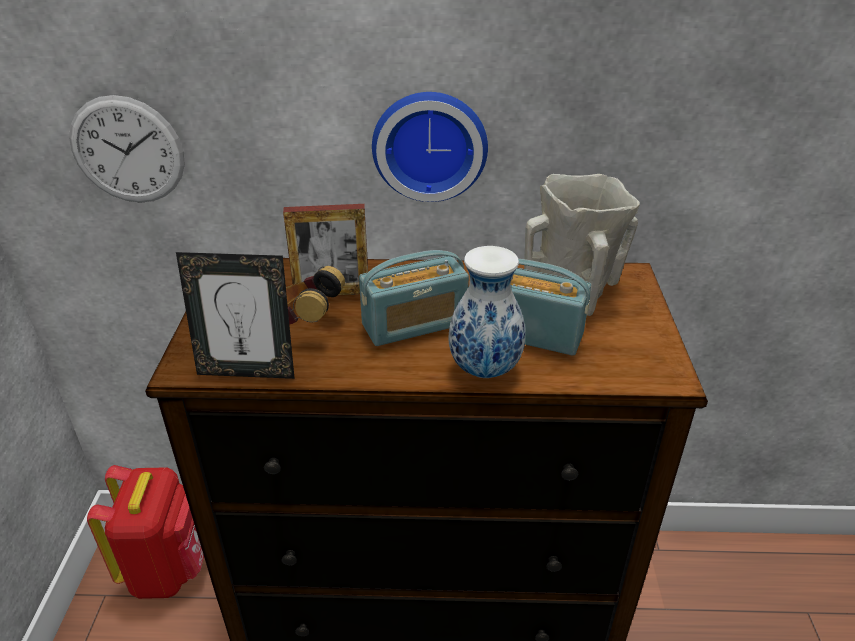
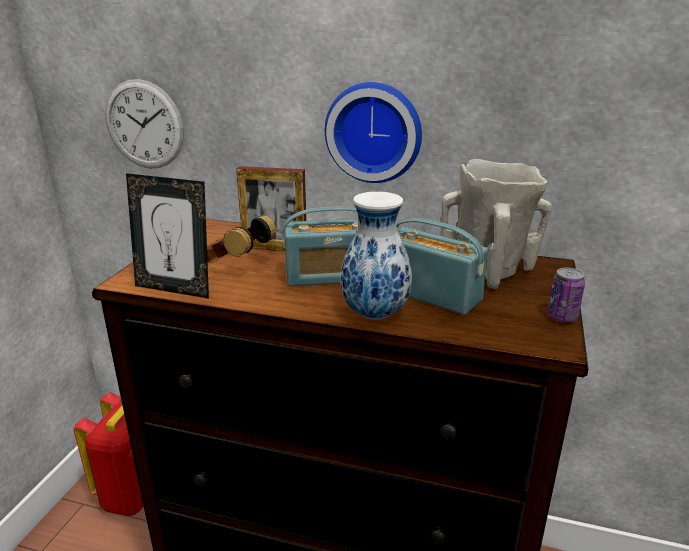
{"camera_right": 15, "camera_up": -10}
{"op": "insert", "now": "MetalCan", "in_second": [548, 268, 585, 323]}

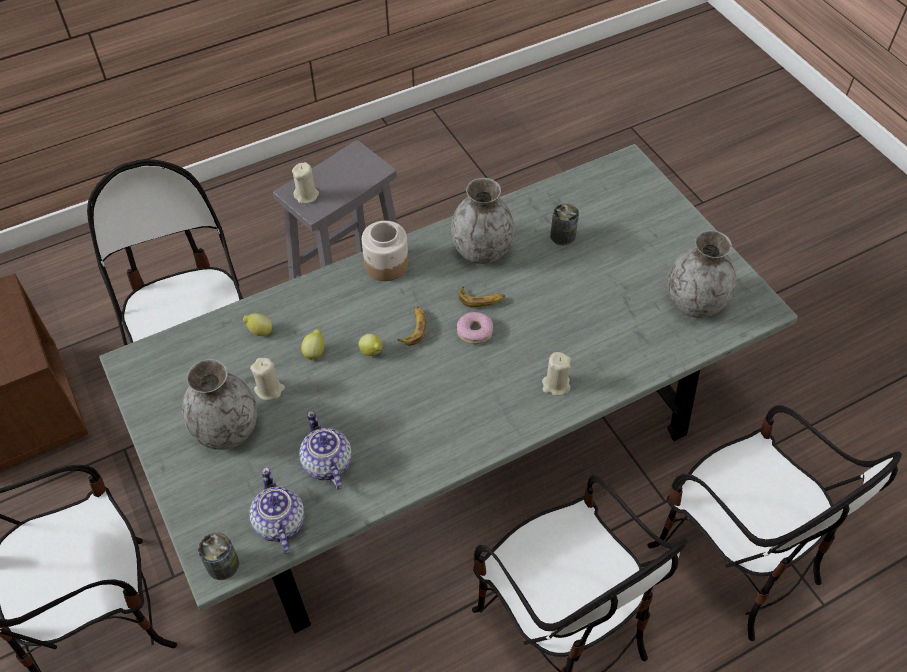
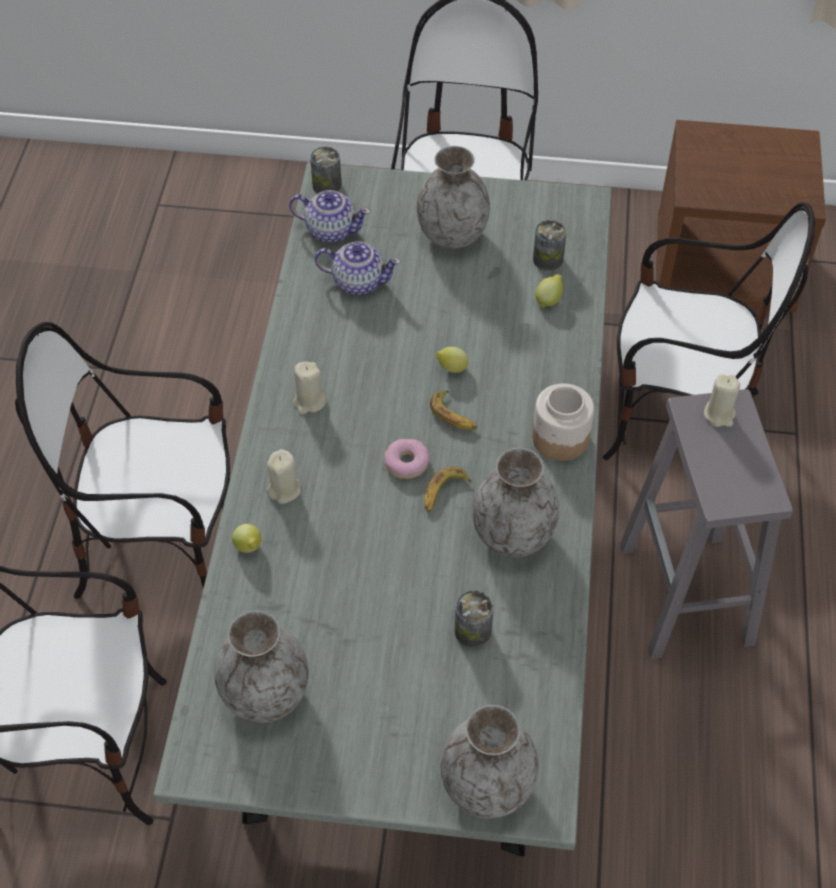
{"camera_right": 125, "camera_up": 0}
{"op": "move", "was": "Lemon", "in_first": [301, 329, 324, 361], "in_second": [232, 524, 262, 553]}
{"op": "move", "was": "SandColouredCandle", "in_first": [250, 358, 285, 400], "in_second": [293, 362, 327, 414]}
{"op": "insert", "now": "GrayFlowerVase", "in_second": [440, 705, 539, 819]}
{"op": "insert", "now": "MetalCan", "in_second": [533, 220, 567, 271]}

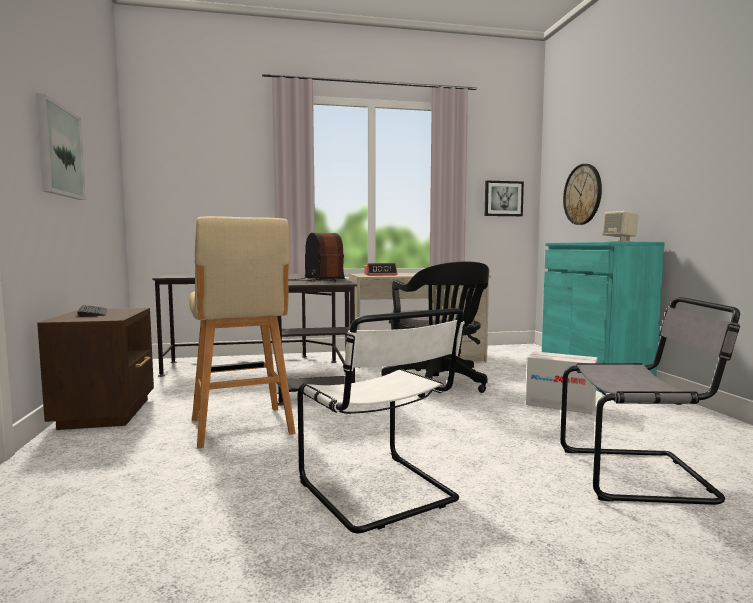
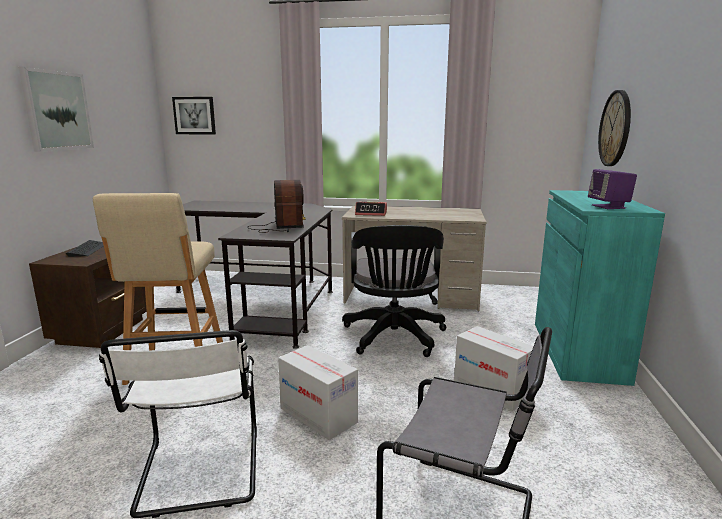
{"camera_right": 20, "camera_up": 10}
{"op": "move", "was": "Picture", "in_first": [485, 181, 524, 216], "in_second": [172, 97, 216, 134]}
{"op": "insert", "now": "PackingBox", "in_second": [278, 345, 358, 440]}
{"op": "recolor", "was": "SandColouredLoudspeaker", "now": "PurpleLoudspeaker", "in_first": [602, 211, 639, 242], "in_second": [588, 169, 637, 209]}

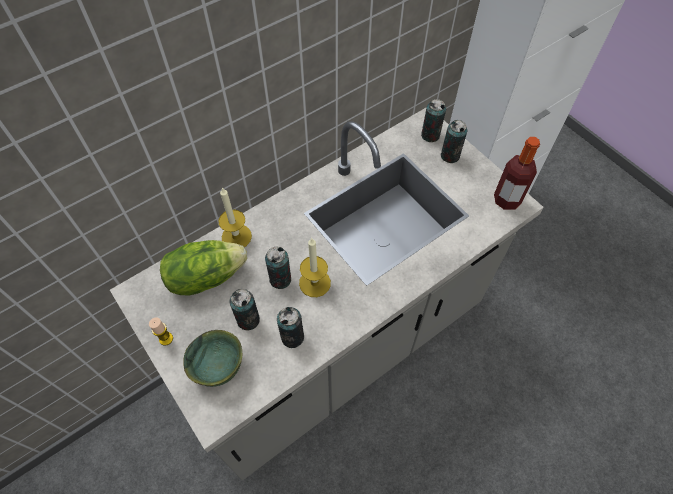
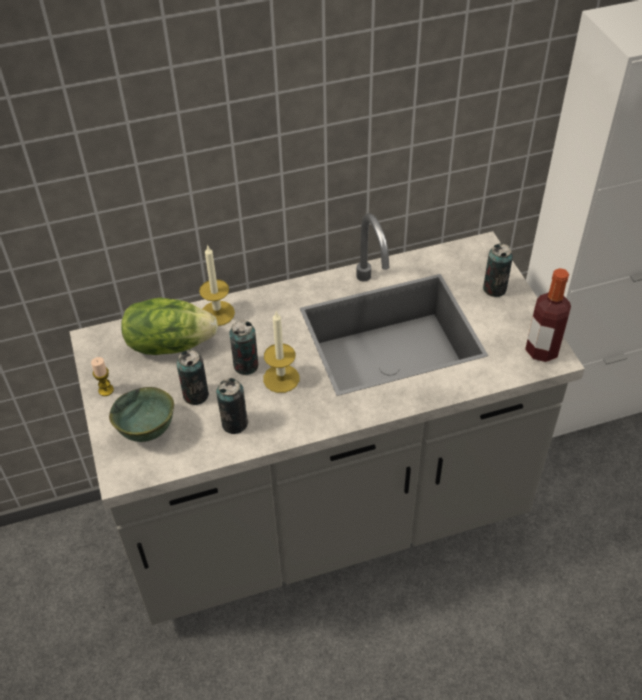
{"camera_right": 20, "camera_up": -10}
{"op": "delete", "was": "MetalCan", "in_first": [421, 99, 446, 142]}

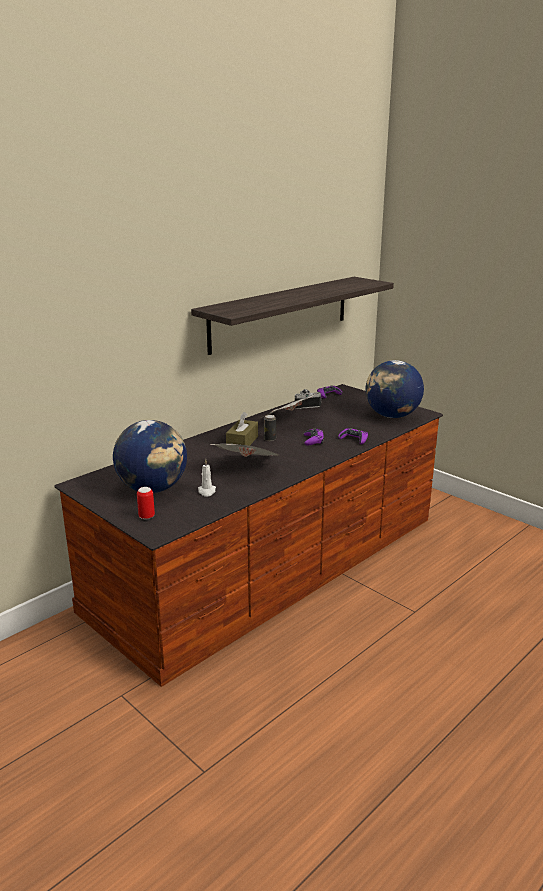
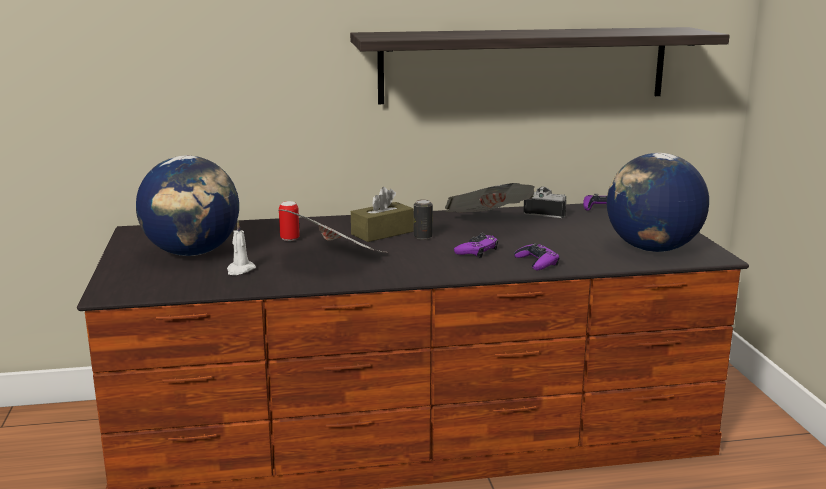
{"camera_right": 35, "camera_up": -5}
{"op": "move", "was": "MetalCan", "in_first": [137, 487, 155, 520], "in_second": [279, 201, 300, 241]}

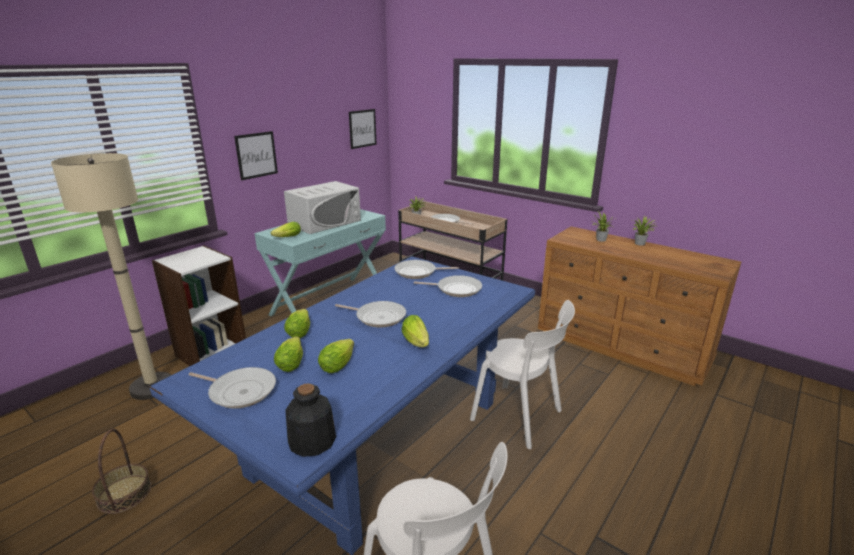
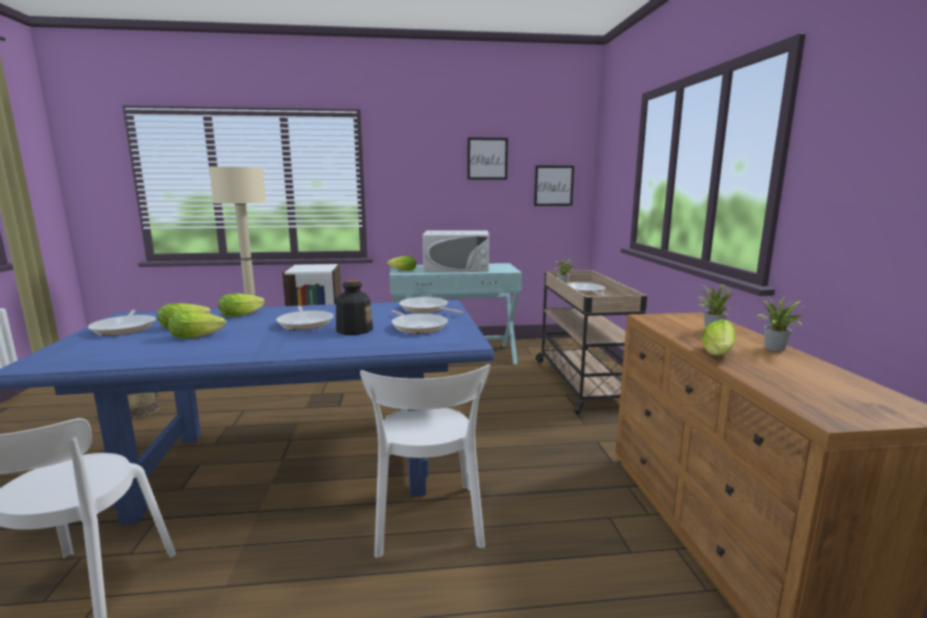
{"camera_right": 45, "camera_up": -10}
{"op": "move", "was": "BeverageBottle", "in_first": [285, 383, 336, 457], "in_second": [336, 280, 373, 335]}
{"op": "move", "was": "Picture", "in_first": [234, 131, 278, 180], "in_second": [468, 137, 508, 180]}
{"op": "move", "was": "LettuceHead", "in_first": [402, 315, 429, 347], "in_second": [702, 319, 736, 355]}

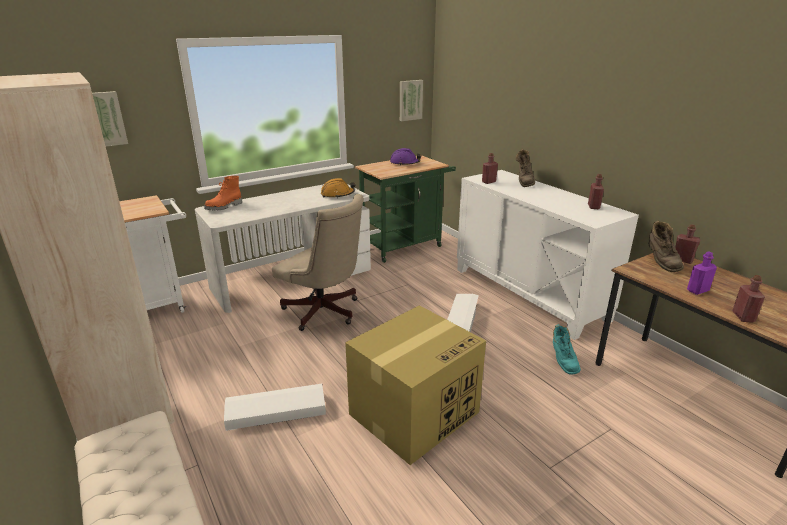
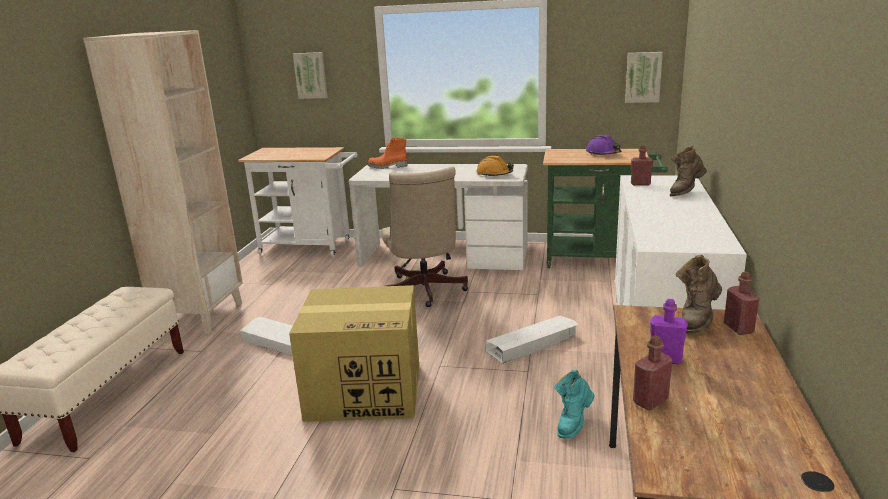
{"camera_right": 45, "camera_up": -5}
{"op": "delete", "was": "ReddishBeverageBottle", "in_first": [588, 174, 604, 209]}

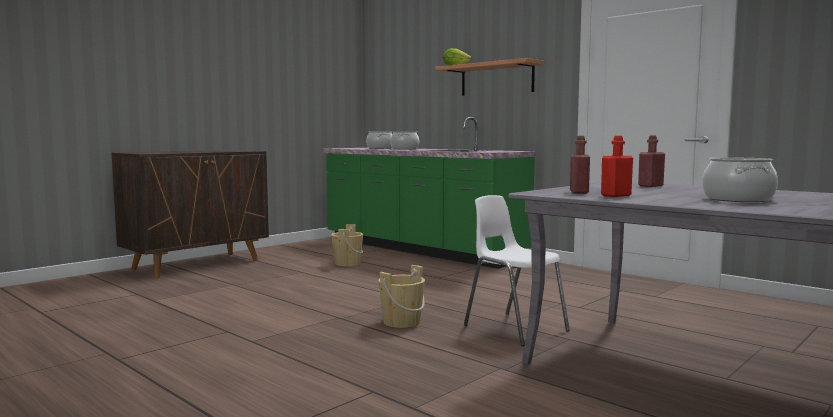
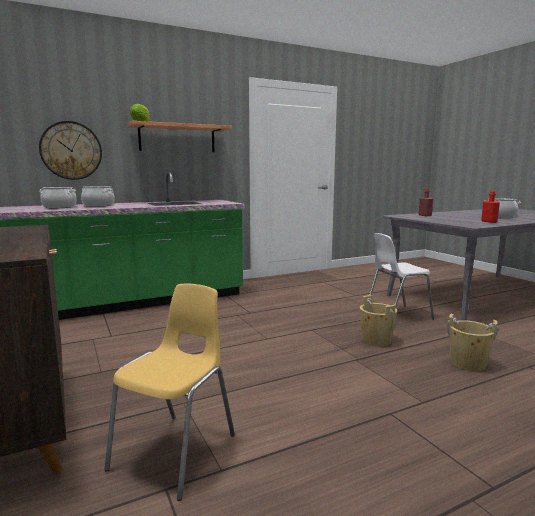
{"camera_right": -70, "camera_up": 5}
{"op": "insert", "now": "WallClock", "in_second": [39, 121, 102, 180]}
{"op": "insert", "now": "YellowishUprightChair", "in_second": [104, 283, 235, 501]}
{"op": "move", "was": "SandColouredPail", "in_first": [331, 224, 363, 266], "in_second": [447, 314, 499, 371]}
{"op": "delete", "was": "ReddishBeverageBottle", "in_first": [570, 136, 590, 194]}

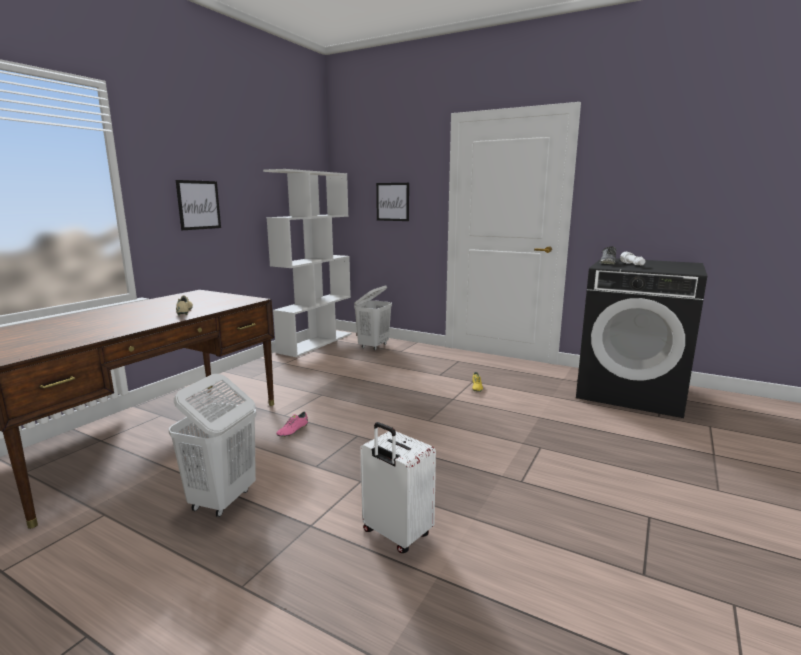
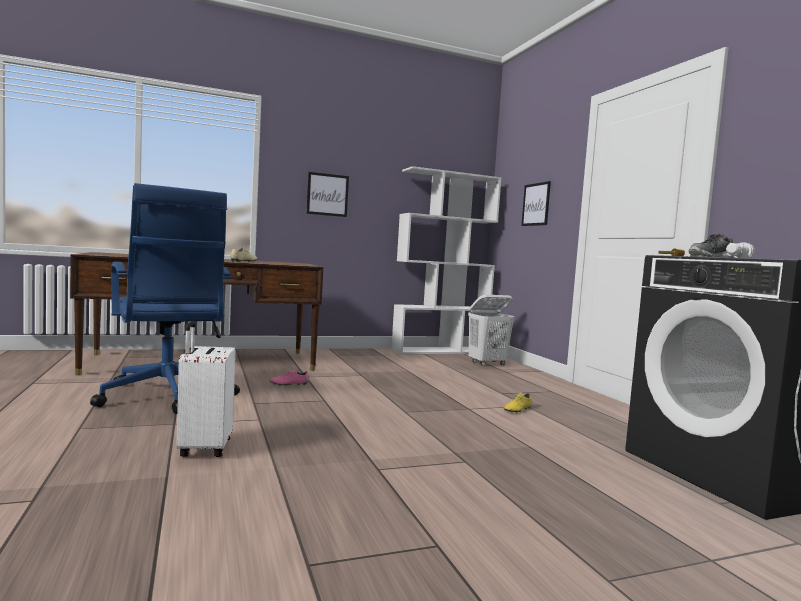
{"camera_right": 40, "camera_up": -10}
{"op": "replace", "was": "WhitishHamper", "now": "BluishDeskChair", "in_first": [168, 374, 256, 517], "in_second": [90, 183, 240, 414]}

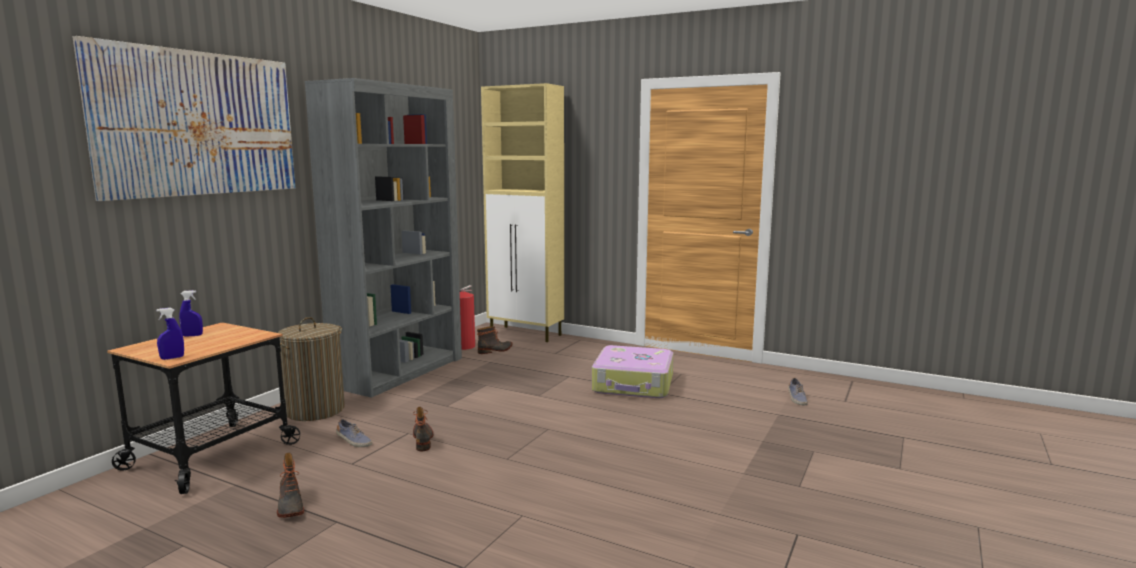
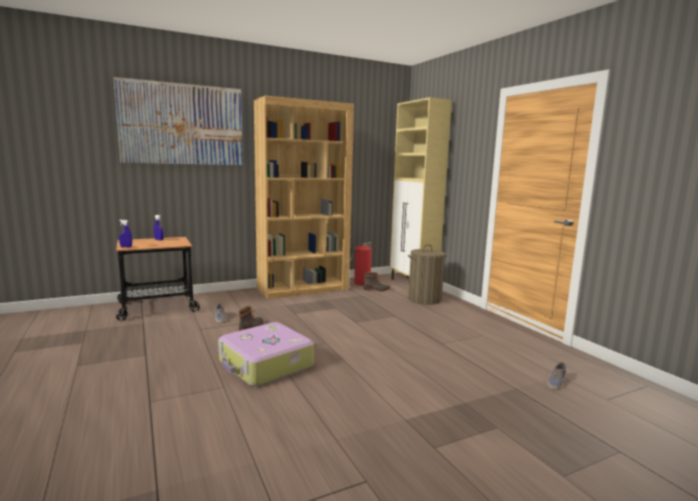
{"camera_right": 35, "camera_up": 0}
{"op": "move", "was": "PieceOfLuggage", "in_first": [592, 345, 674, 398], "in_second": [218, 322, 314, 387]}
{"op": "recolor", "was": "GrayShelvingUnit", "now": "BrownColouredShelvingUnit", "in_first": [305, 78, 462, 398], "in_second": [254, 96, 354, 299]}
{"op": "move", "was": "Hamper", "in_first": [278, 317, 345, 421], "in_second": [408, 244, 447, 305]}
{"op": "delete", "was": "Boot", "in_first": [277, 453, 304, 518]}

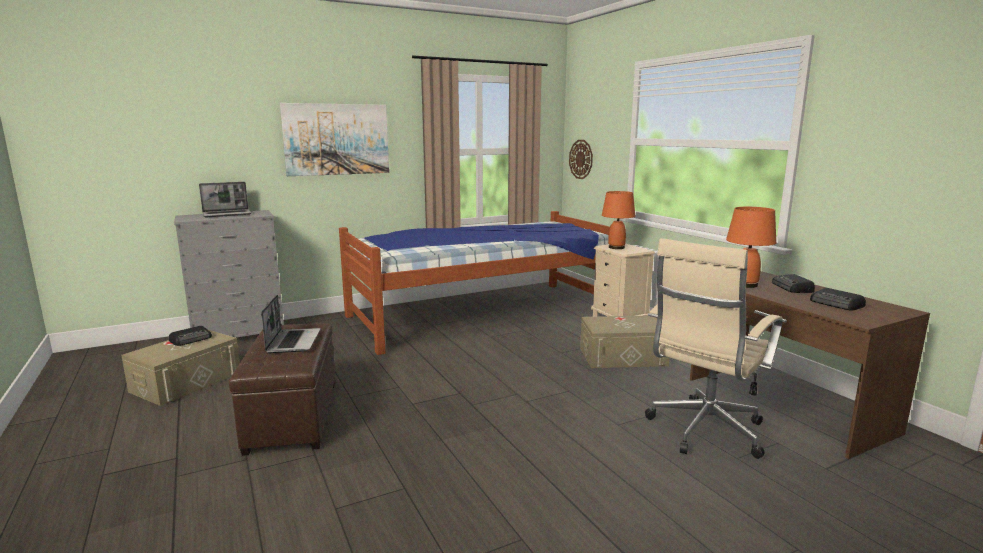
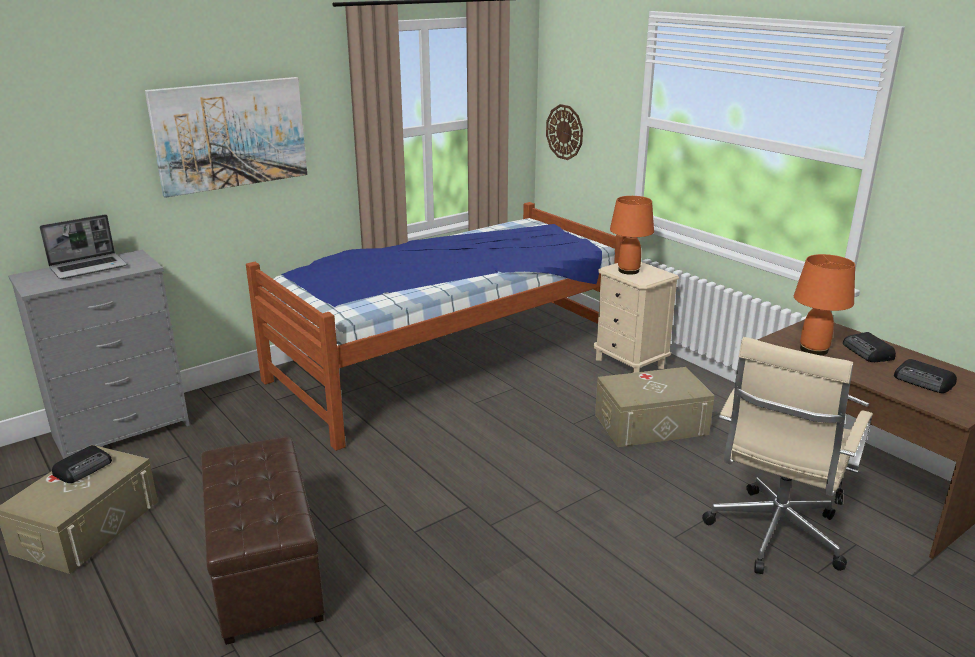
{"camera_right": -10, "camera_up": 10}
{"op": "delete", "was": "PortableComputer", "in_first": [261, 295, 320, 353]}

